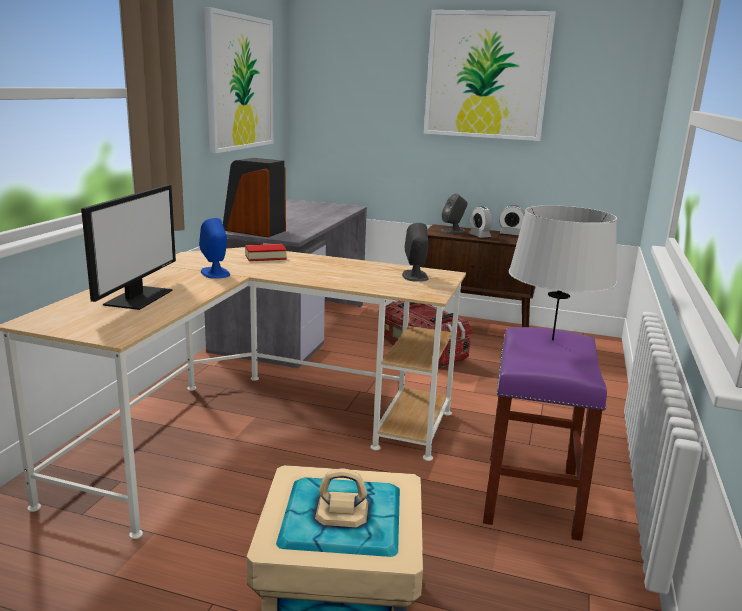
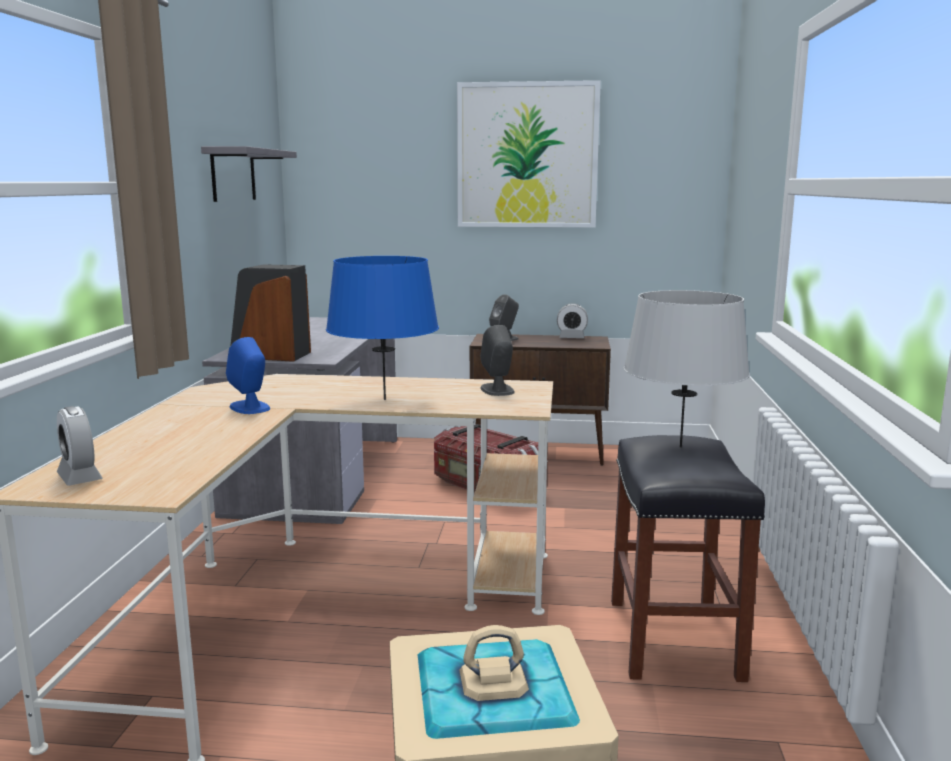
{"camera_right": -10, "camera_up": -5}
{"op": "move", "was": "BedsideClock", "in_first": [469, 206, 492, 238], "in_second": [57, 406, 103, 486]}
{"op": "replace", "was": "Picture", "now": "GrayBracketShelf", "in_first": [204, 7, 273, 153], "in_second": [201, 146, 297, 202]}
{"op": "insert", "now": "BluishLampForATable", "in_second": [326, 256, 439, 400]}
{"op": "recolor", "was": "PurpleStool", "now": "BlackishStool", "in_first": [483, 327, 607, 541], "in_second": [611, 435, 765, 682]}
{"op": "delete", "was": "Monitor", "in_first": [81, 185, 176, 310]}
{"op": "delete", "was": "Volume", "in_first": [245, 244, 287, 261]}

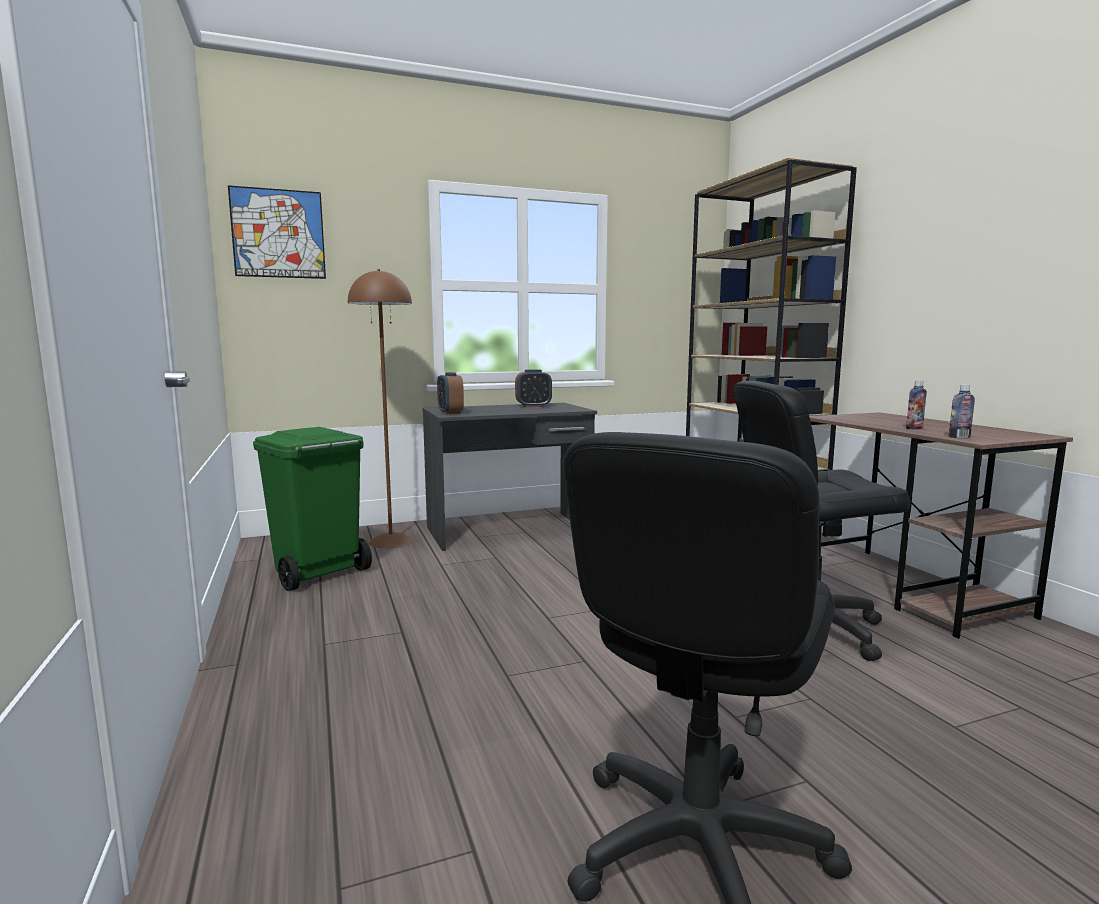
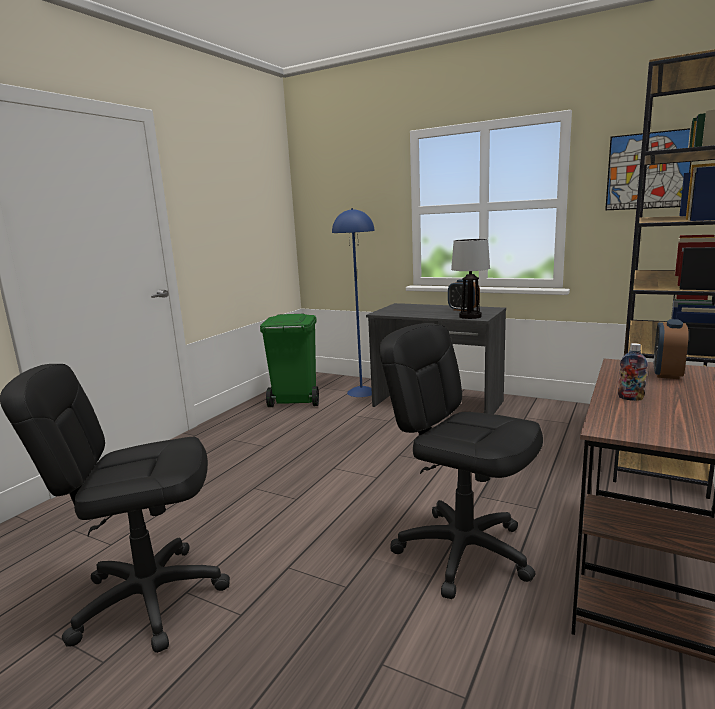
{"camera_right": 50, "camera_up": 5}
{"op": "recolor", "was": "BrownColouredFloorLamp", "now": "BluishFloorLamp", "in_first": [348, 269, 413, 548], "in_second": [332, 208, 375, 397]}
{"op": "insert", "now": "LampForATable", "in_second": [451, 239, 490, 319]}
{"op": "move", "was": "Picture", "in_first": [228, 185, 326, 279], "in_second": [605, 128, 691, 210]}
{"op": "move", "was": "BedsideClock", "in_first": [437, 372, 464, 414], "in_second": [654, 319, 689, 379]}
{"op": "delete", "was": "BeverageBottle", "in_first": [949, 385, 975, 438]}

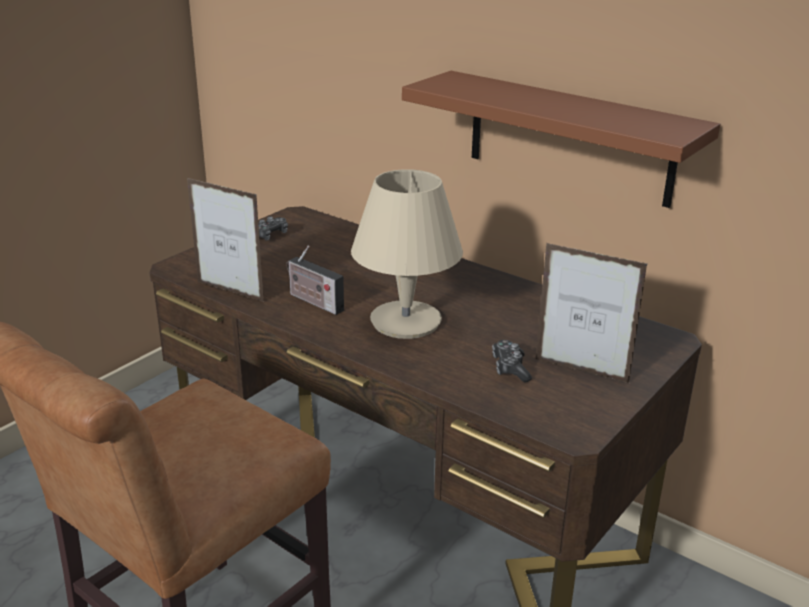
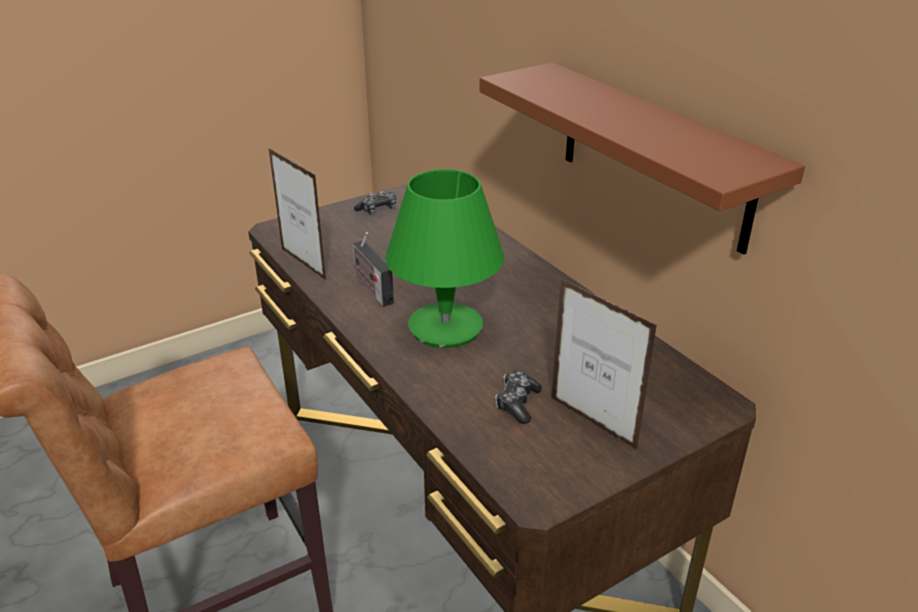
{"camera_right": 20, "camera_up": 5}
{"op": "recolor", "was": "SandColouredLampForATable", "now": "GreenLampForATable", "in_first": [351, 169, 463, 339], "in_second": [385, 169, 504, 348]}

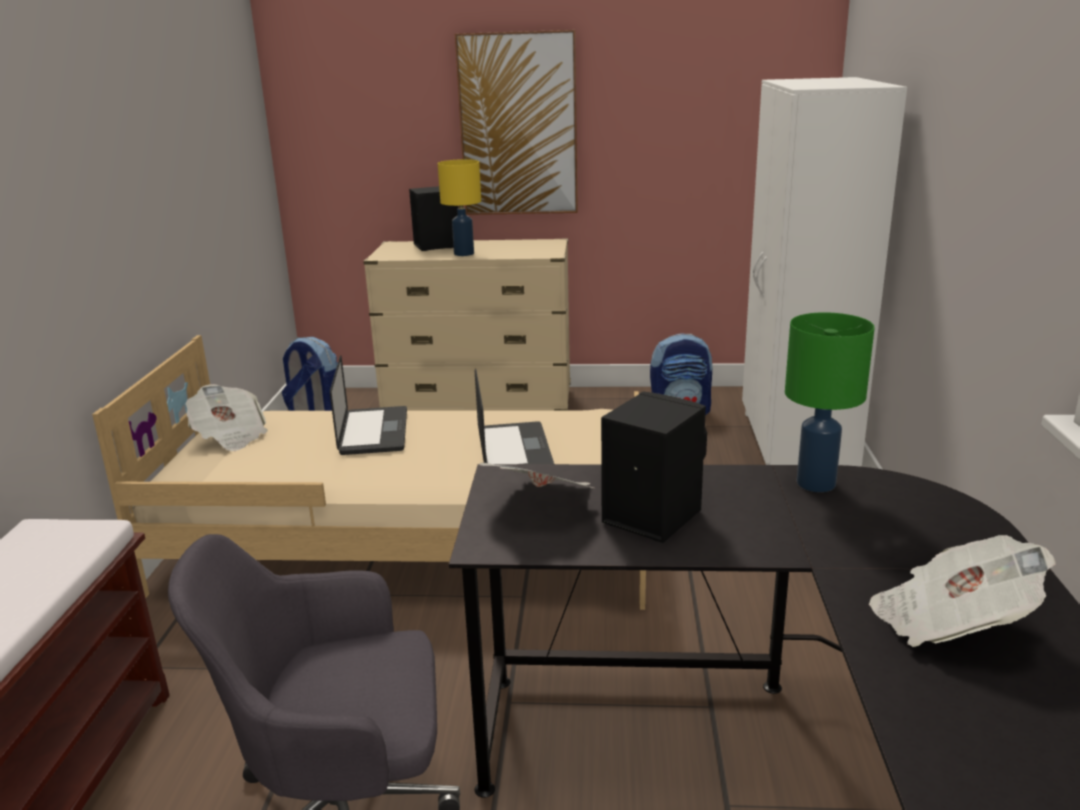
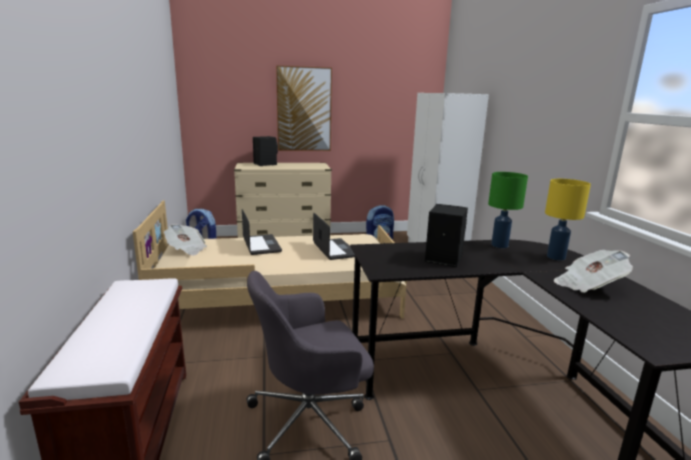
{"camera_right": -15, "camera_up": -5}
{"op": "move", "was": "YellowishLampForATable", "in_first": [438, 159, 481, 256], "in_second": [545, 179, 591, 260]}
{"op": "delete", "was": "PrintedPaper", "in_first": [479, 463, 593, 488]}

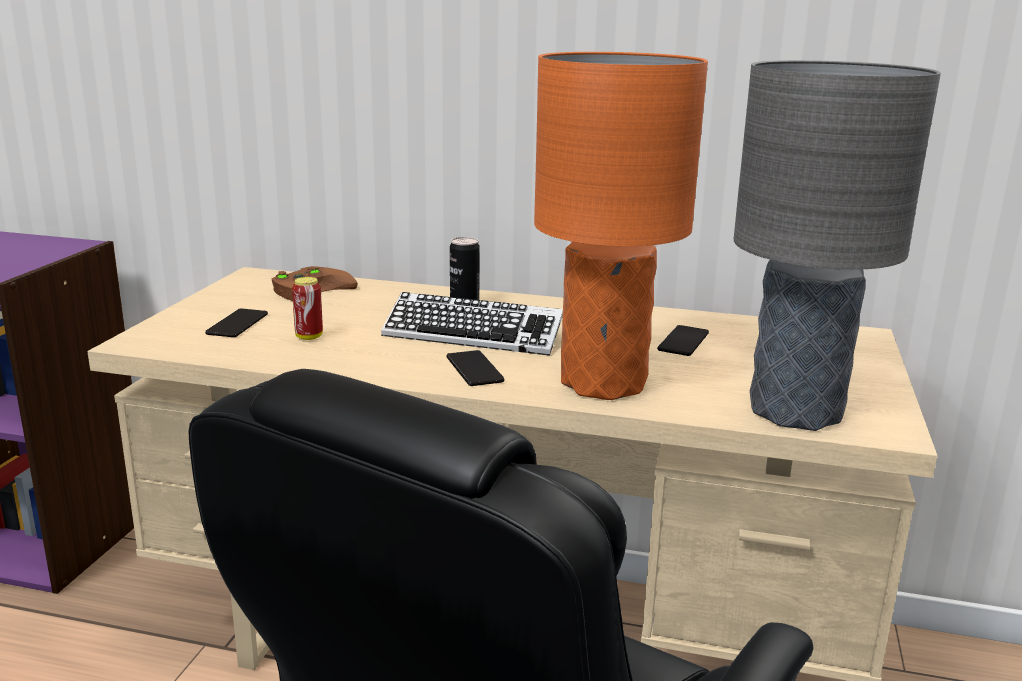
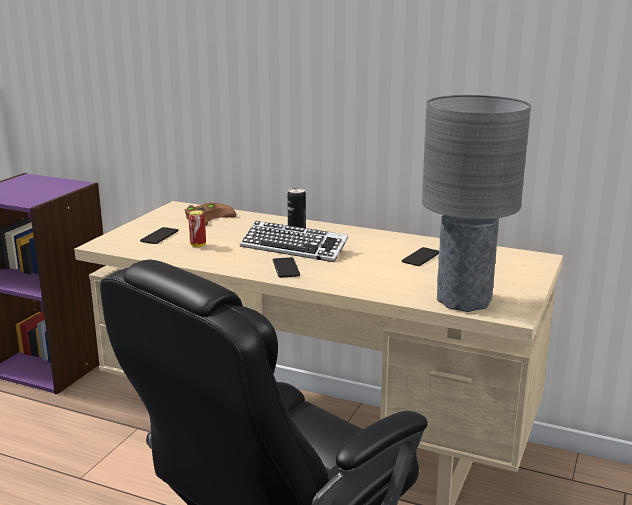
{"camera_right": 10, "camera_up": 0}
{"op": "delete", "was": "OrangeyLampForATable", "in_first": [534, 52, 708, 400]}

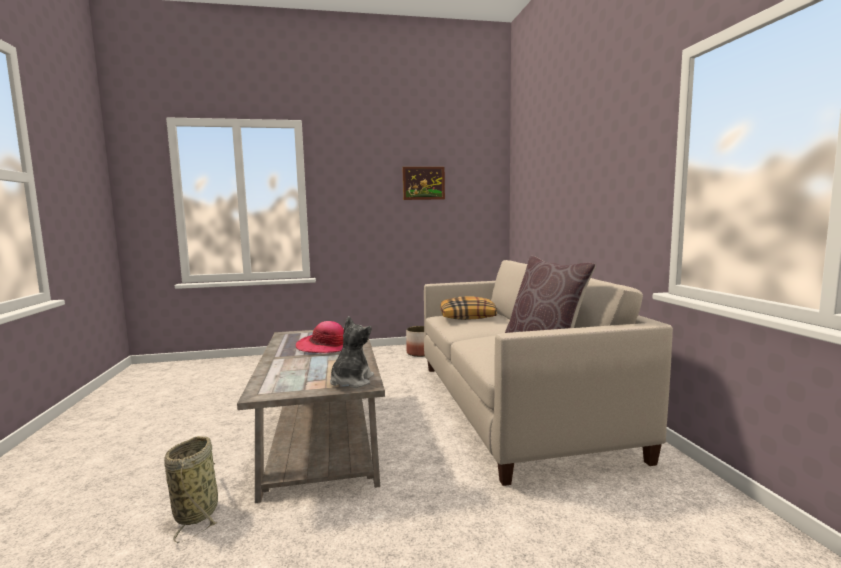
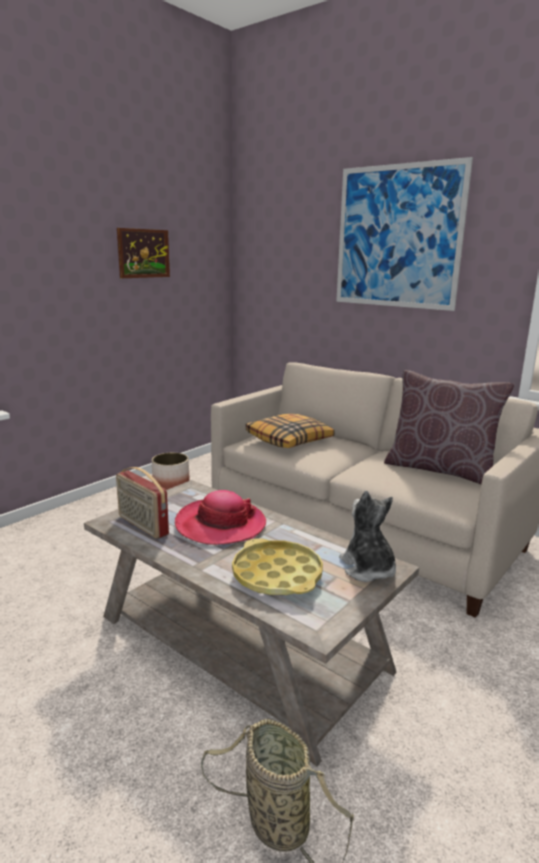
{"camera_right": -40, "camera_up": 10}
{"op": "insert", "now": "Radio", "in_second": [116, 467, 169, 539]}
{"op": "insert", "now": "YellowishServingTray", "in_second": [232, 538, 323, 595]}
{"op": "insert", "now": "Picture", "in_second": [336, 157, 473, 311]}

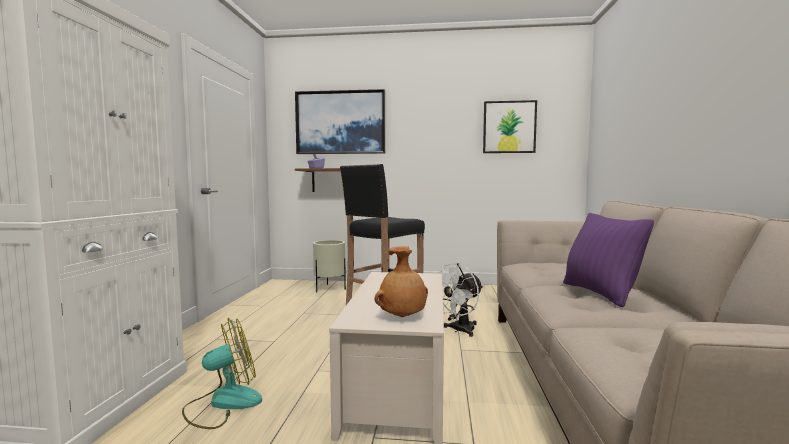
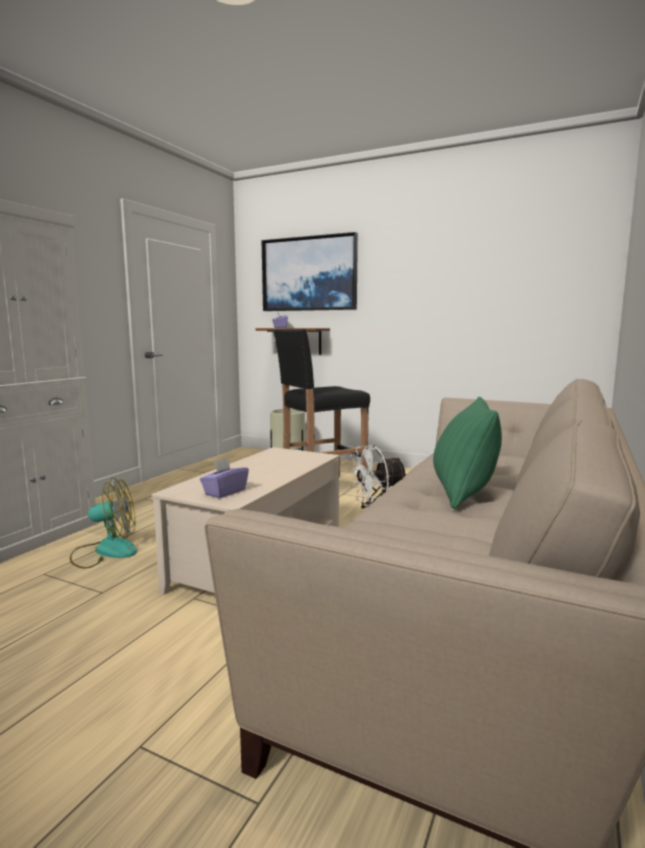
{"camera_right": 20, "camera_up": 5}
{"op": "replace", "was": "BrownColouredFlowerVase", "now": "PurpleBoxOfTissues", "in_first": [375, 246, 428, 317], "in_second": [200, 458, 249, 498]}
{"op": "recolor", "was": "PurpleThrowPillow", "now": "GreenThrowPillow", "in_first": [563, 213, 654, 307], "in_second": [433, 397, 502, 509]}
{"op": "delete", "was": "Picture", "in_first": [483, 100, 537, 153]}

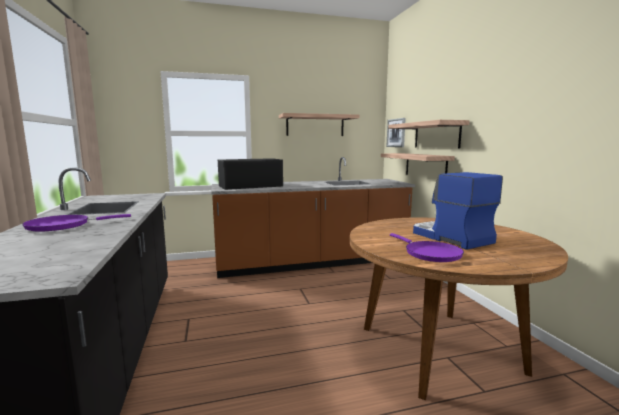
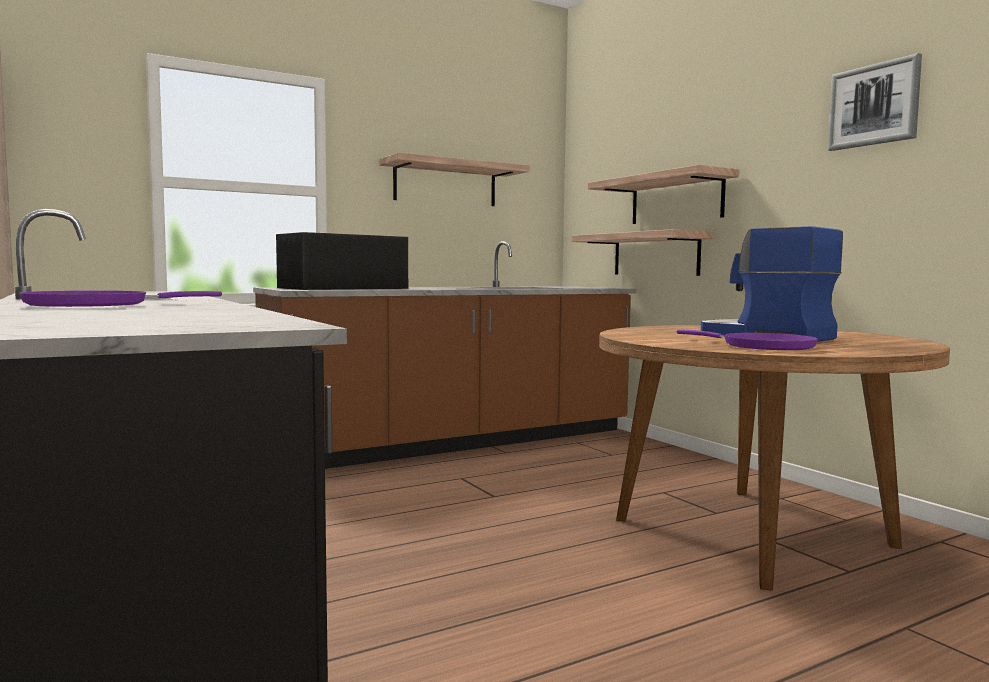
{"camera_right": -15, "camera_up": -5}
{"op": "move", "was": "Picture", "in_first": [387, 118, 406, 147], "in_second": [828, 53, 922, 151]}

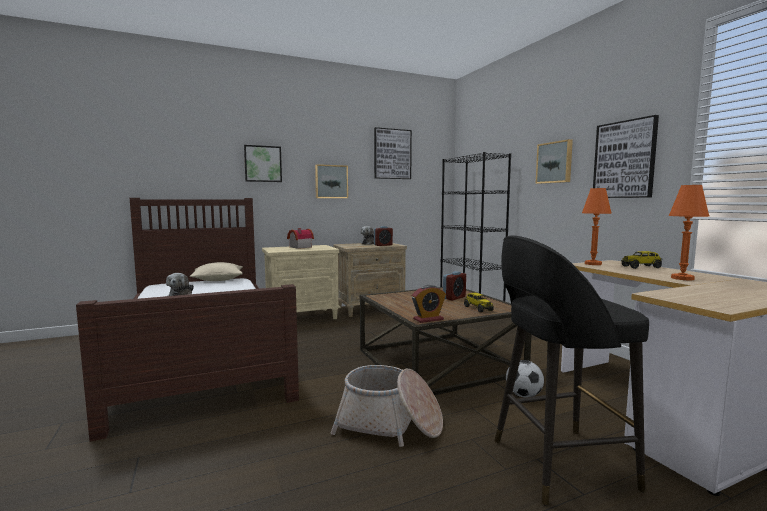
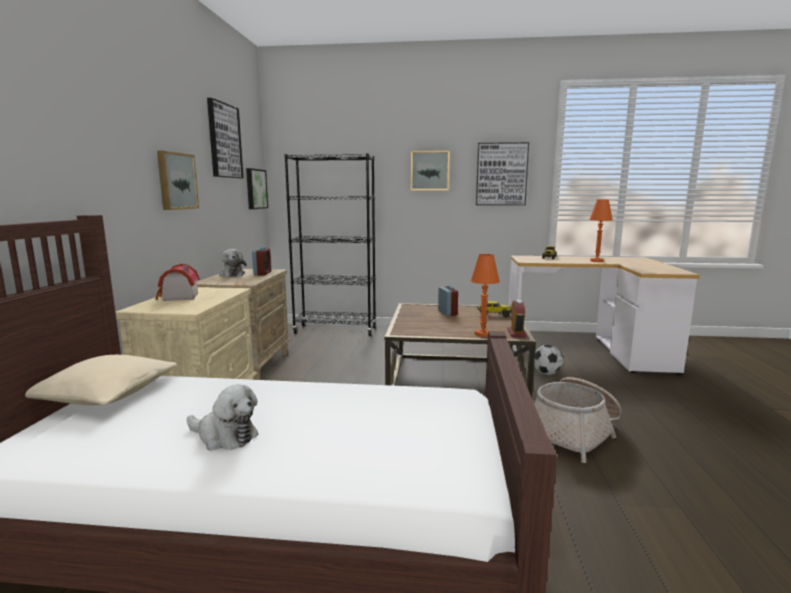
{"camera_right": -60, "camera_up": 5}
{"op": "move", "was": "Picture", "in_first": [244, 145, 282, 182], "in_second": [246, 168, 268, 209]}
{"op": "move", "was": "OrangeyLampForATable", "in_first": [582, 188, 612, 265], "in_second": [471, 254, 500, 337]}
{"op": "delete", "was": "BlackishStool", "in_first": [494, 235, 649, 506]}

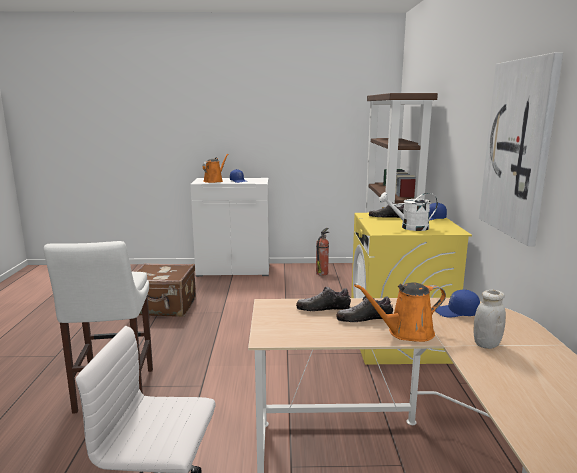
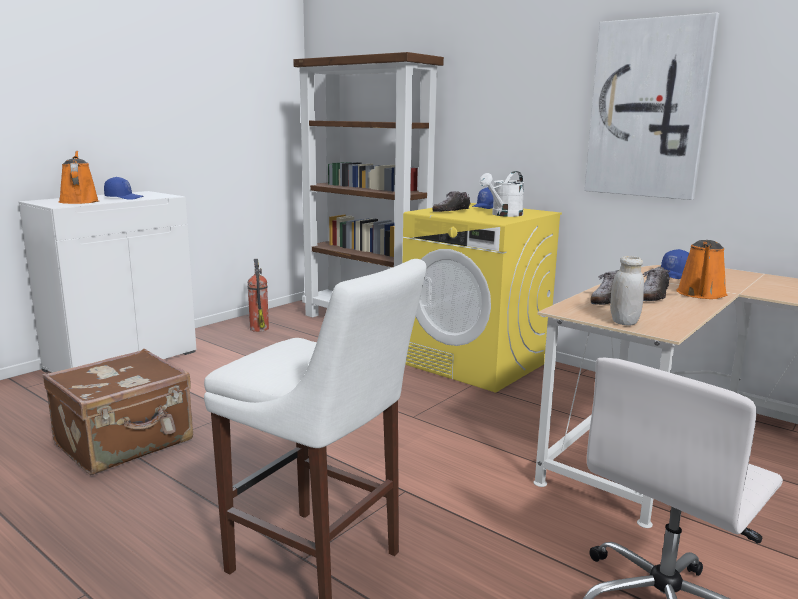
{"camera_right": -50, "camera_up": 0}
{"op": "move", "was": "WhitishStorageJar", "in_first": [474, 290, 506, 349], "in_second": [610, 256, 644, 326]}

